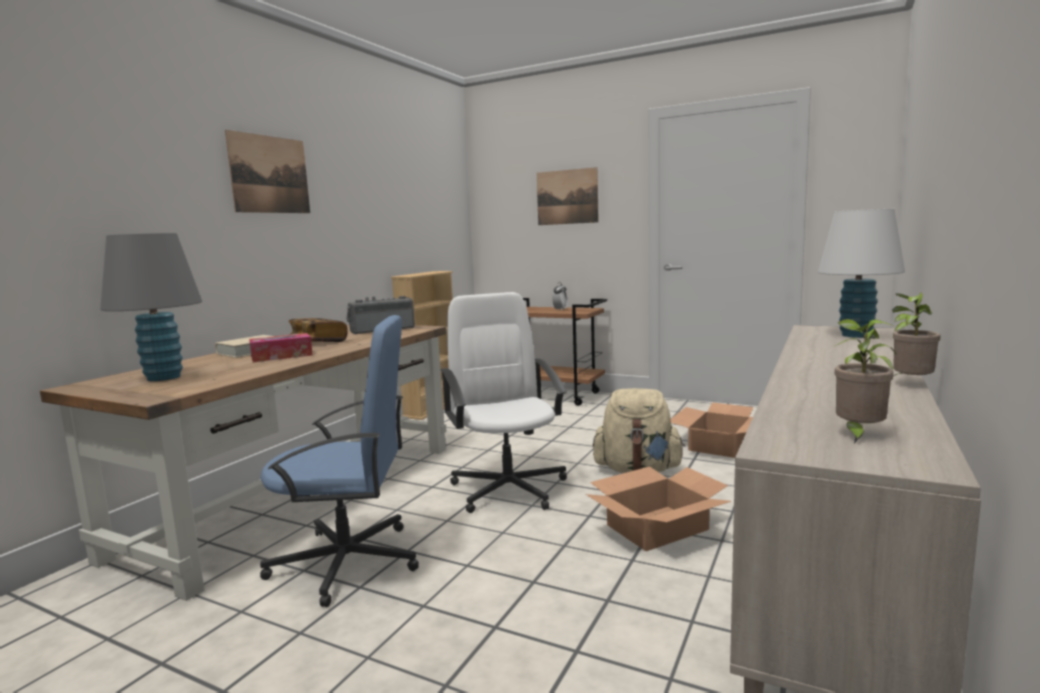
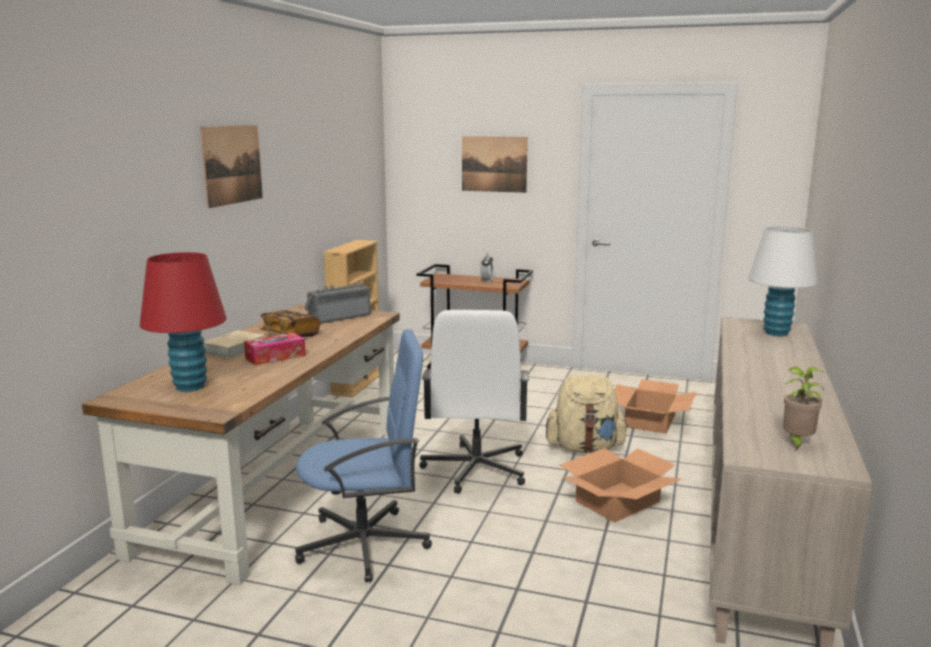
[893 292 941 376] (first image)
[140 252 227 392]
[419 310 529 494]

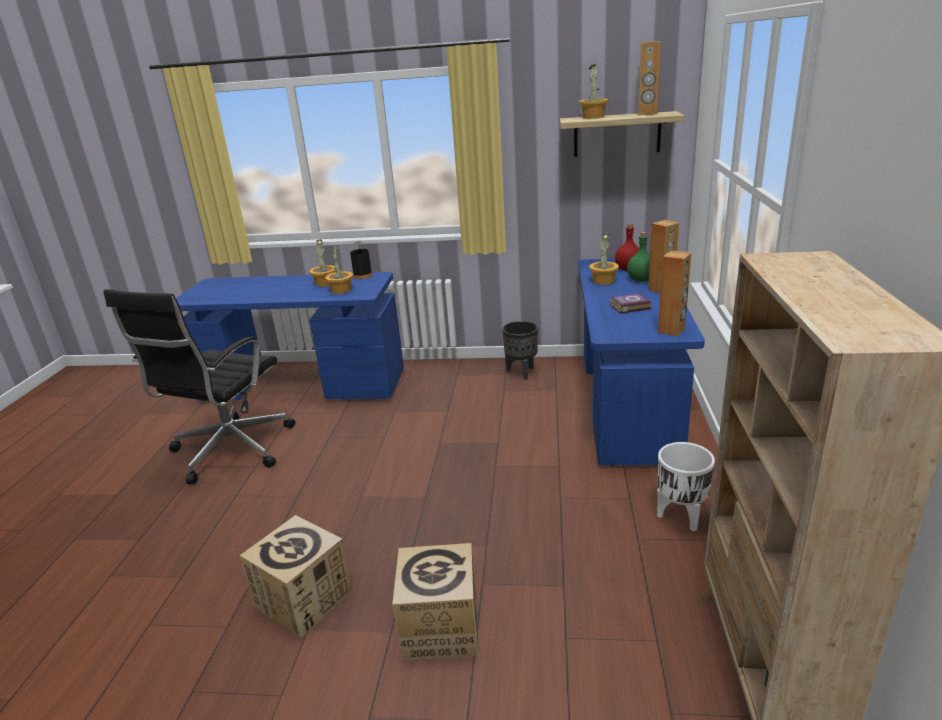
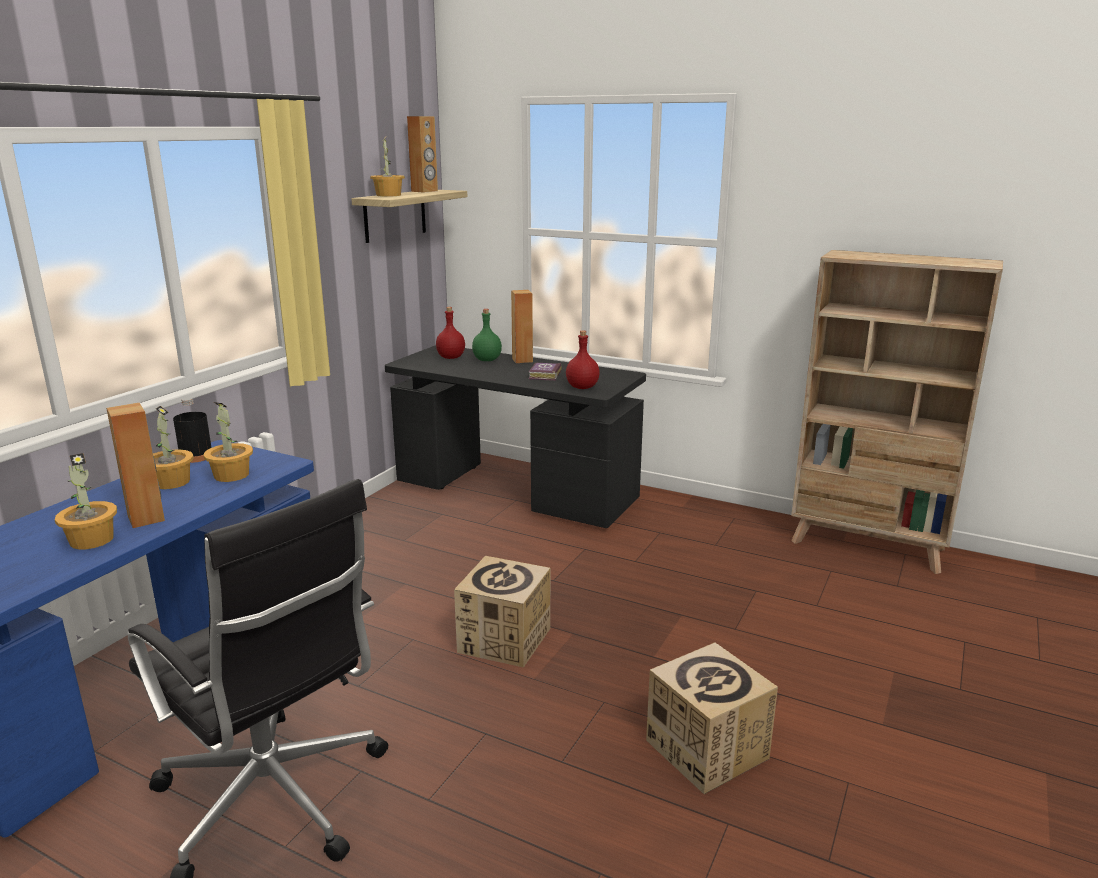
[502 321 538 380] (first image)
[657 442 715 531] (first image)
[566 331 600 389]
[454 556 550 667]
[55 453 117 549]
[106 403 165 528]
[385 345 646 528]

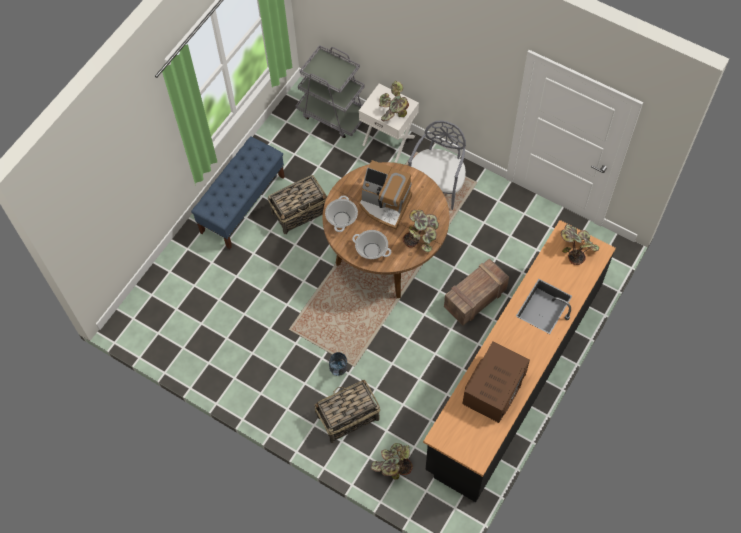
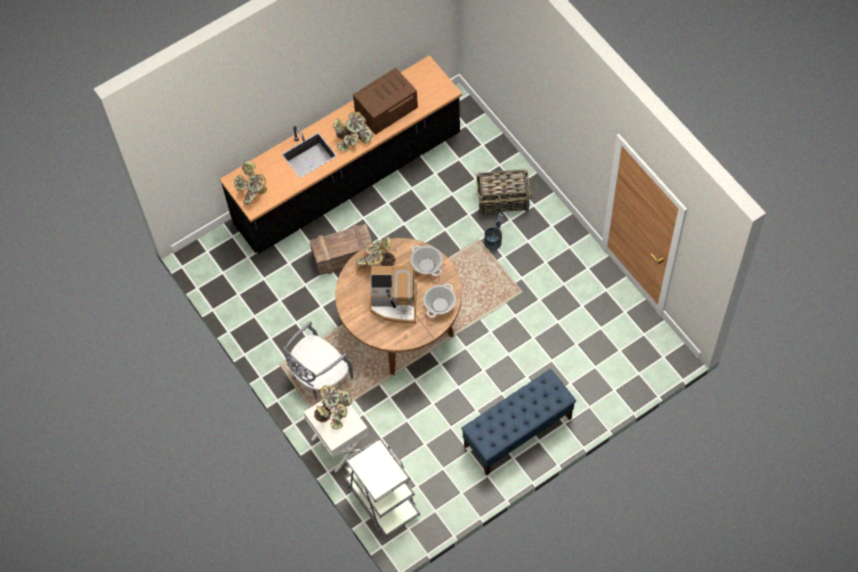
[268 175 327 234] (first image)
[333 112 373 152]
[370 266 417 323]

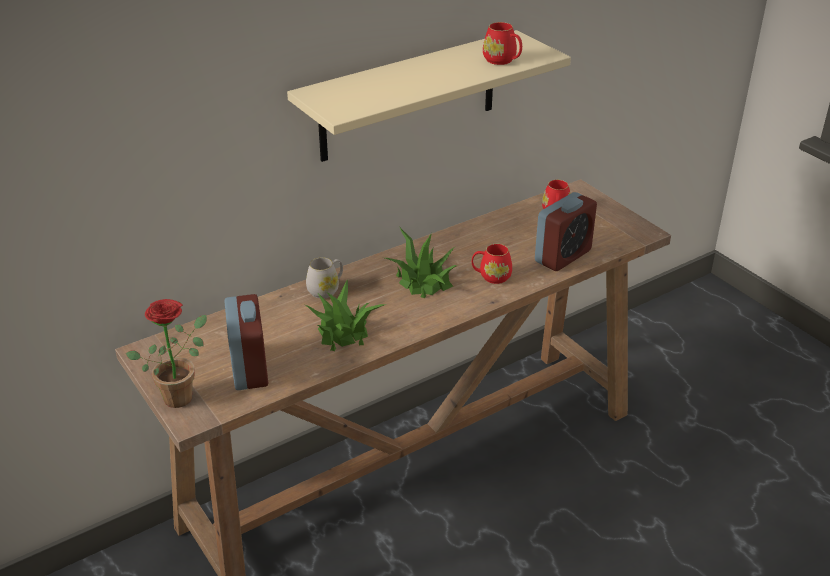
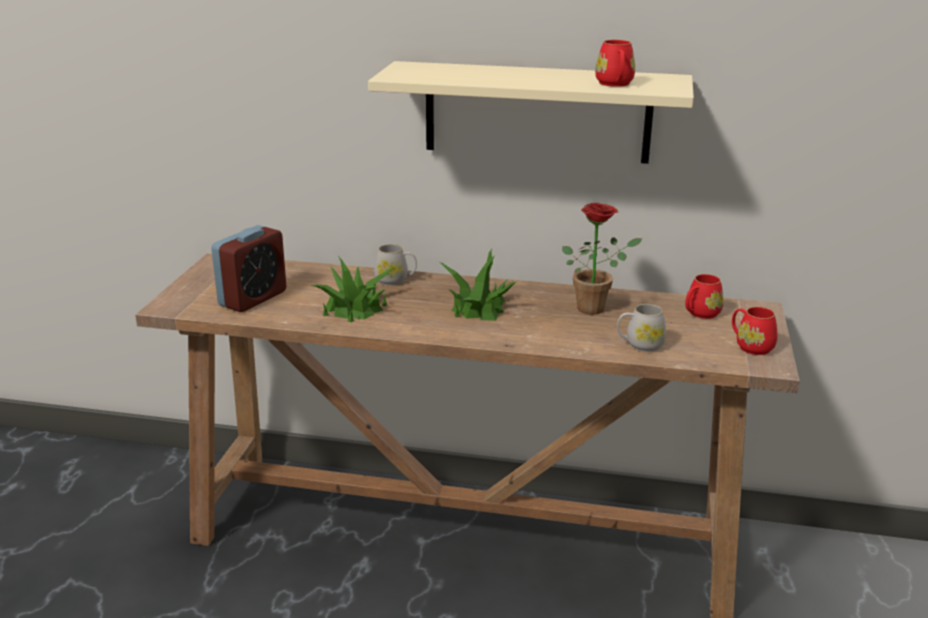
[562 203 642 315]
[732 307 778 355]
[617 304 666 352]

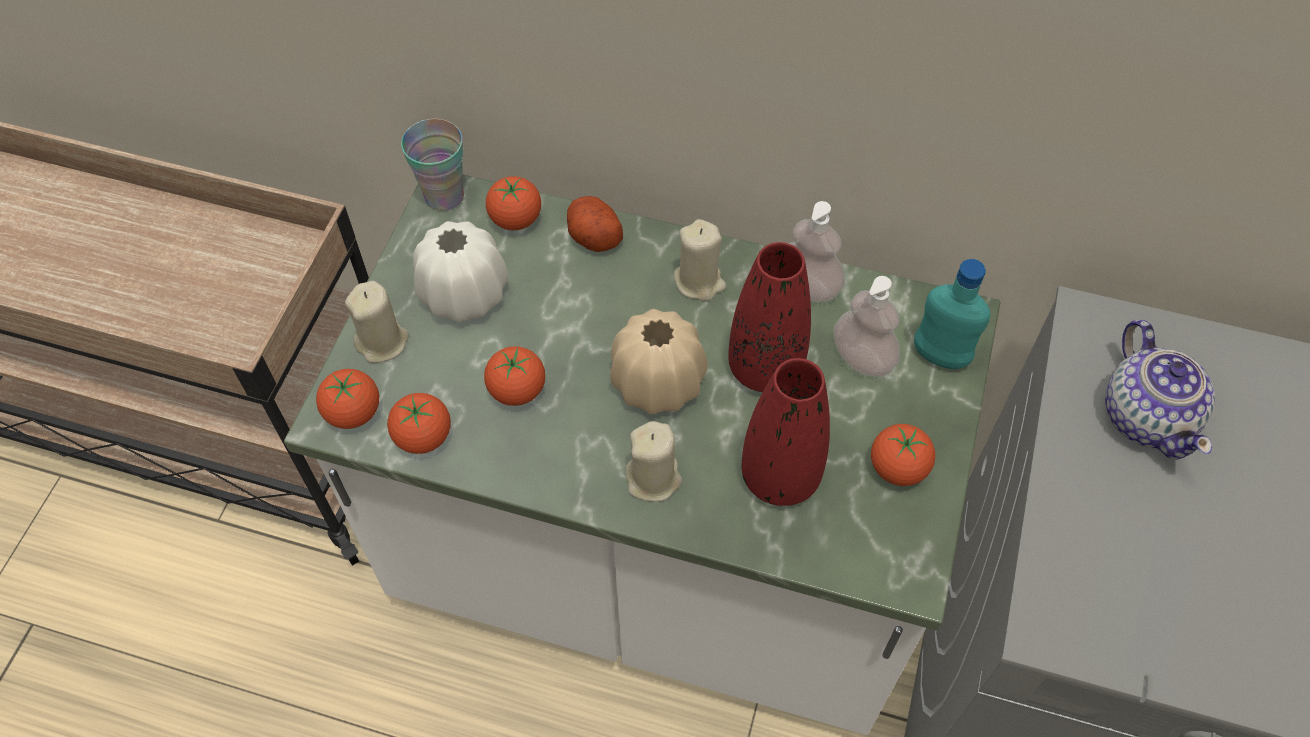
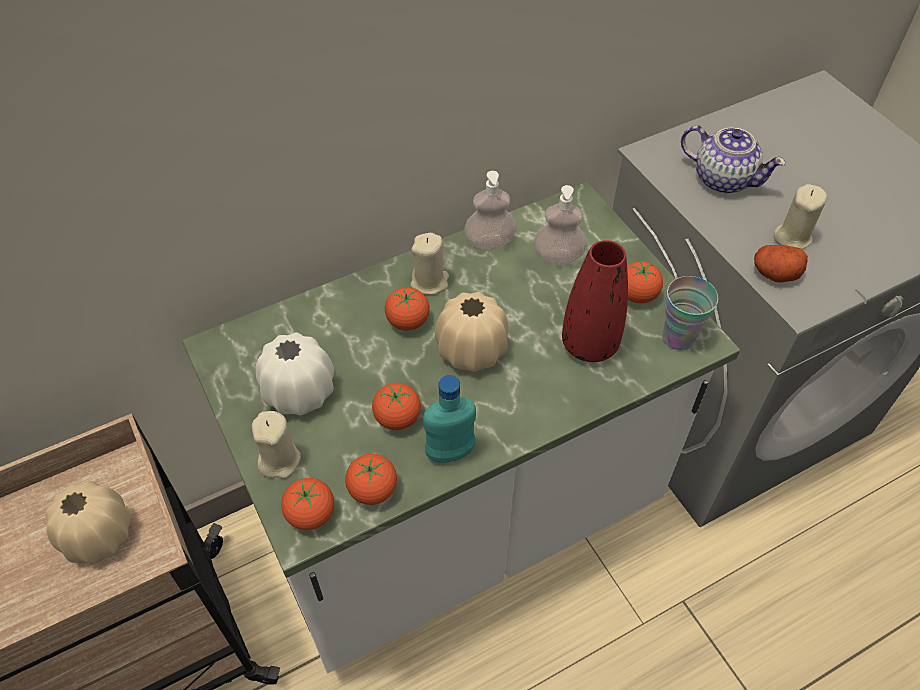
[728 242 811 392] (first image)
[45 481 132 565]
[662 276 718 351]
[385 287 430 331]
[754 245 808 283]
[774 184 827 249]
[423 375 476 462]

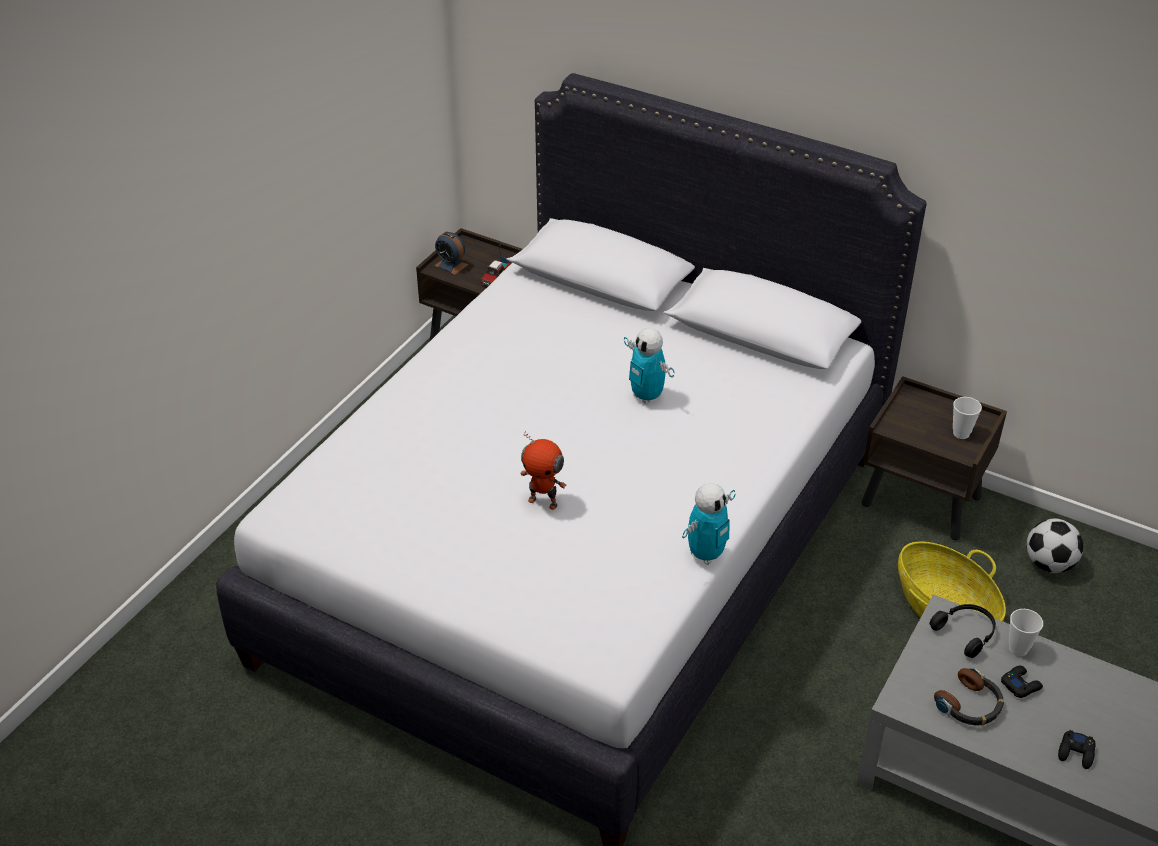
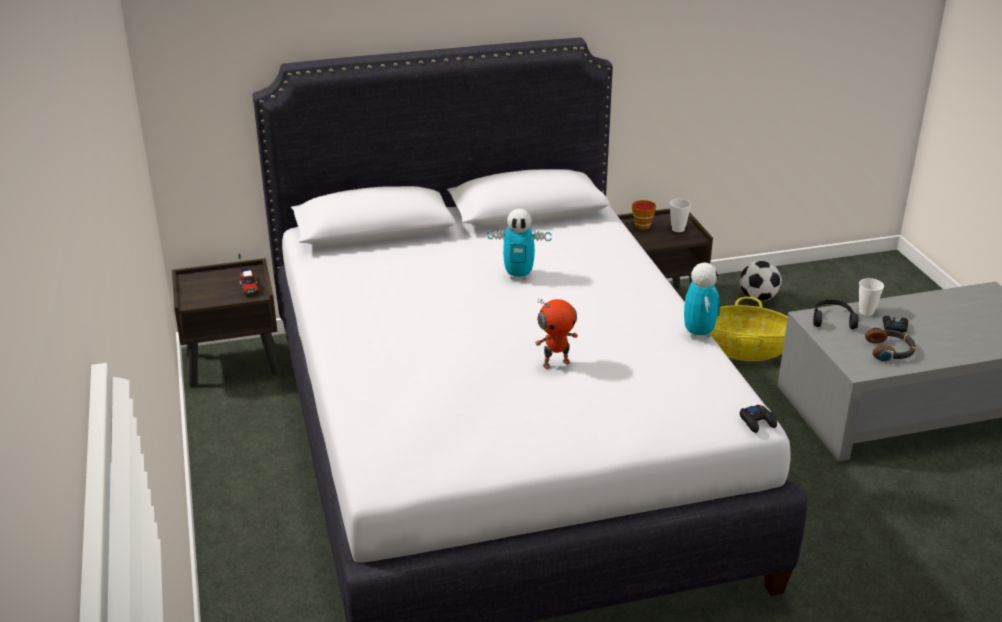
[434 232 468 275] (first image)
[632 200 656 230]
[739 404 777 433]

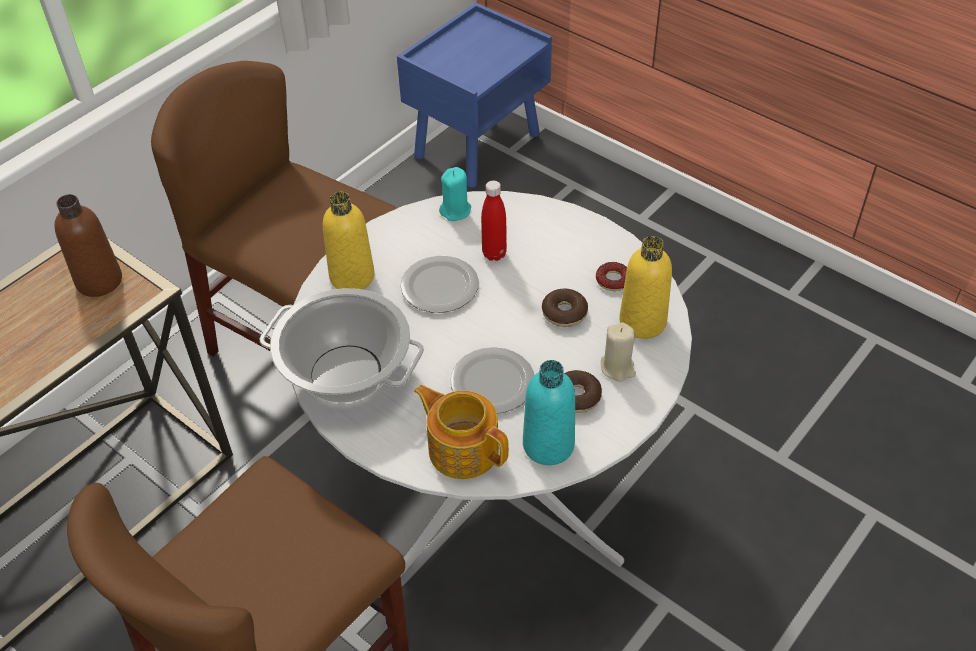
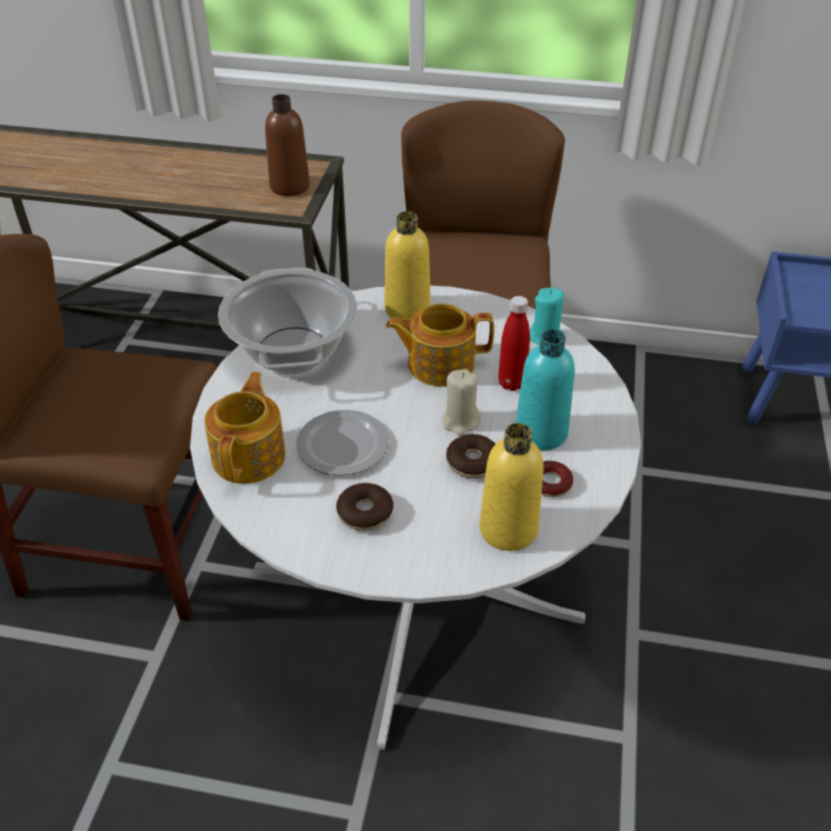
[515 329 575 450]
[443 369 481 436]
[385 303 494 387]

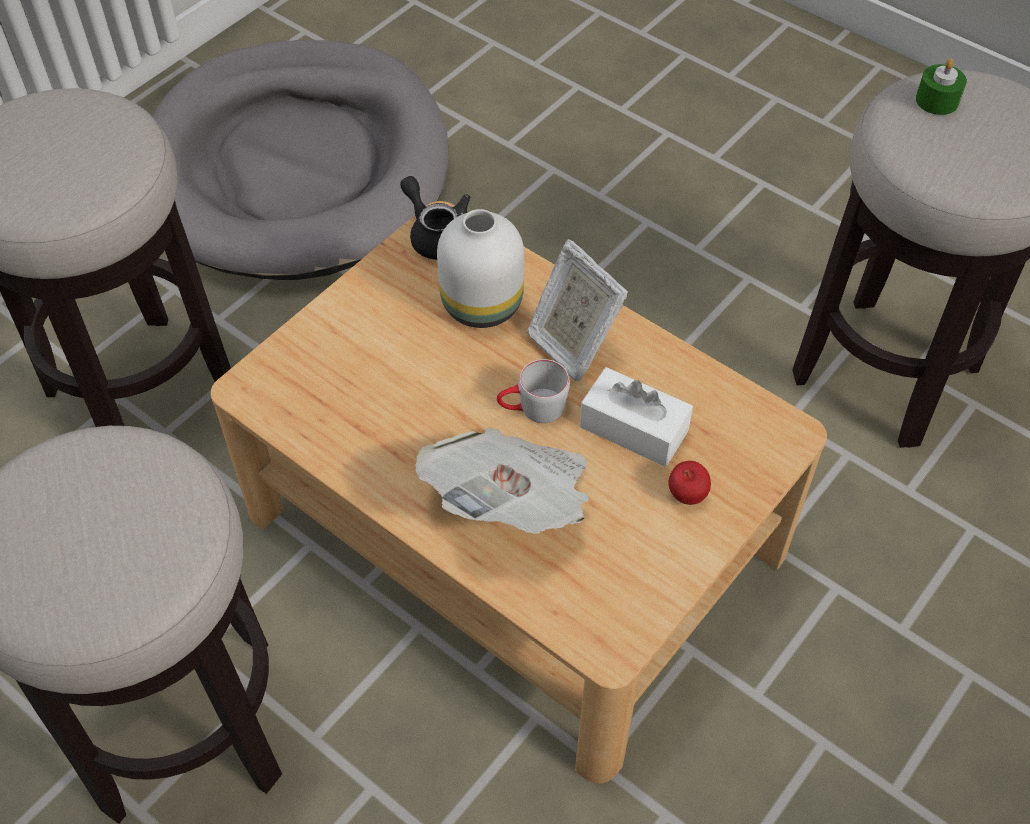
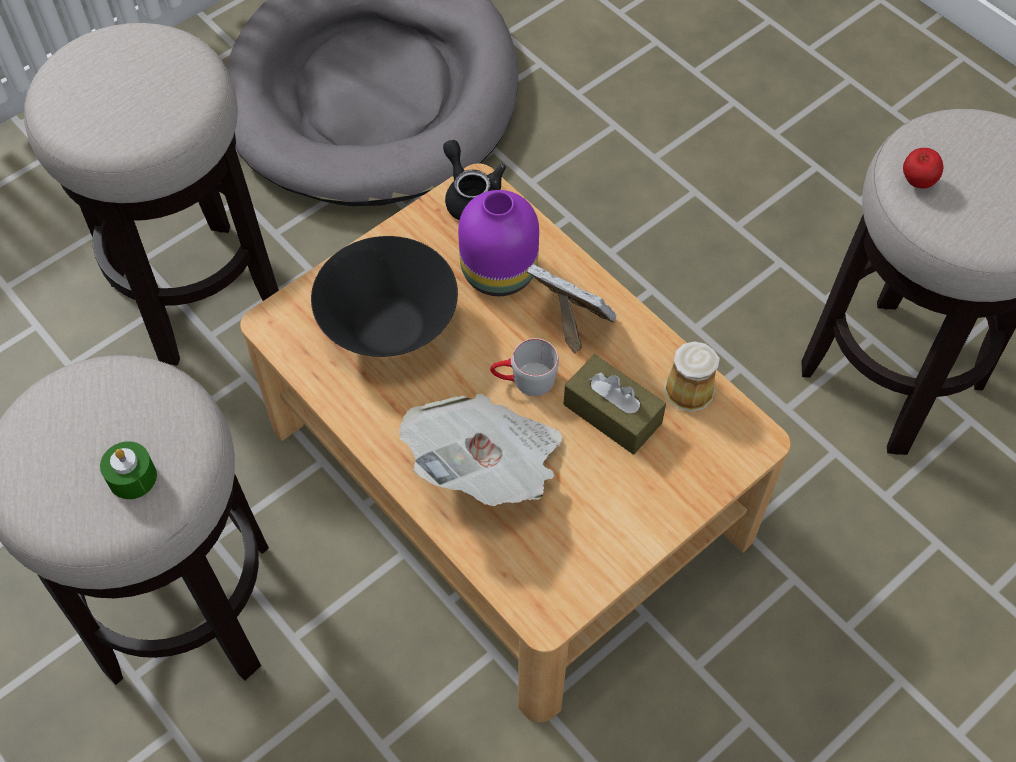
[311 236 458 357]
[664 341 720 412]
[903 148 943 189]
[100 441 157 499]
[458 190 539 296]
[564 354 666 454]
[527 264 616 354]

